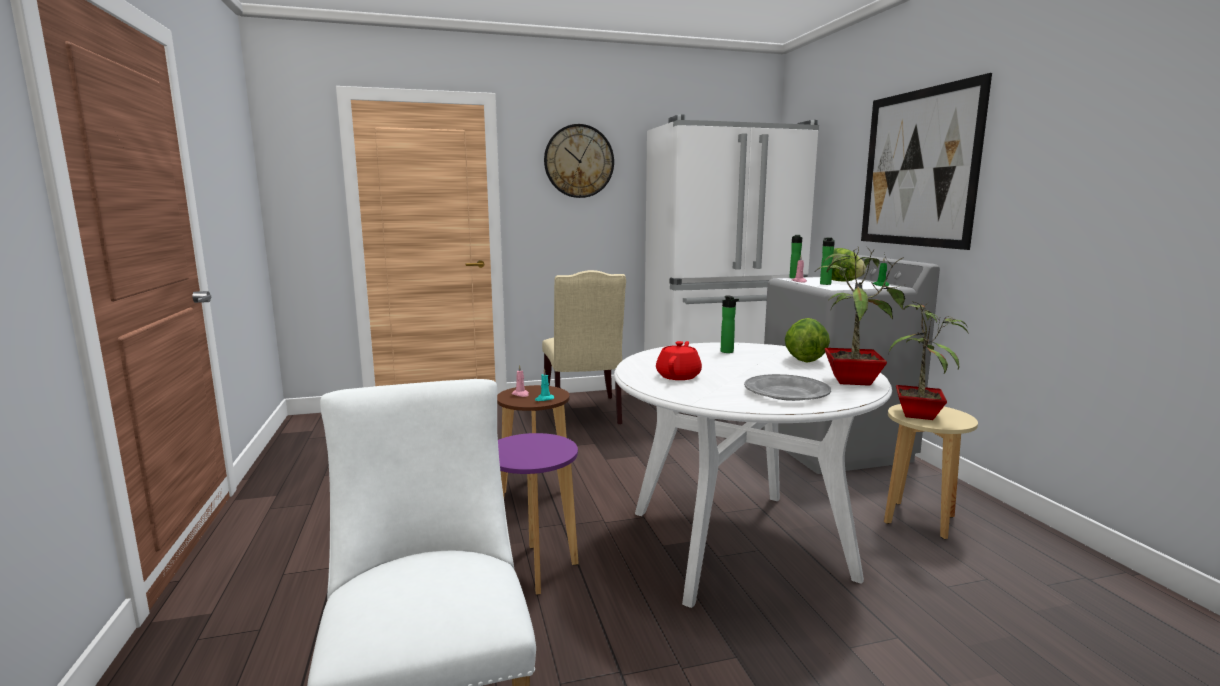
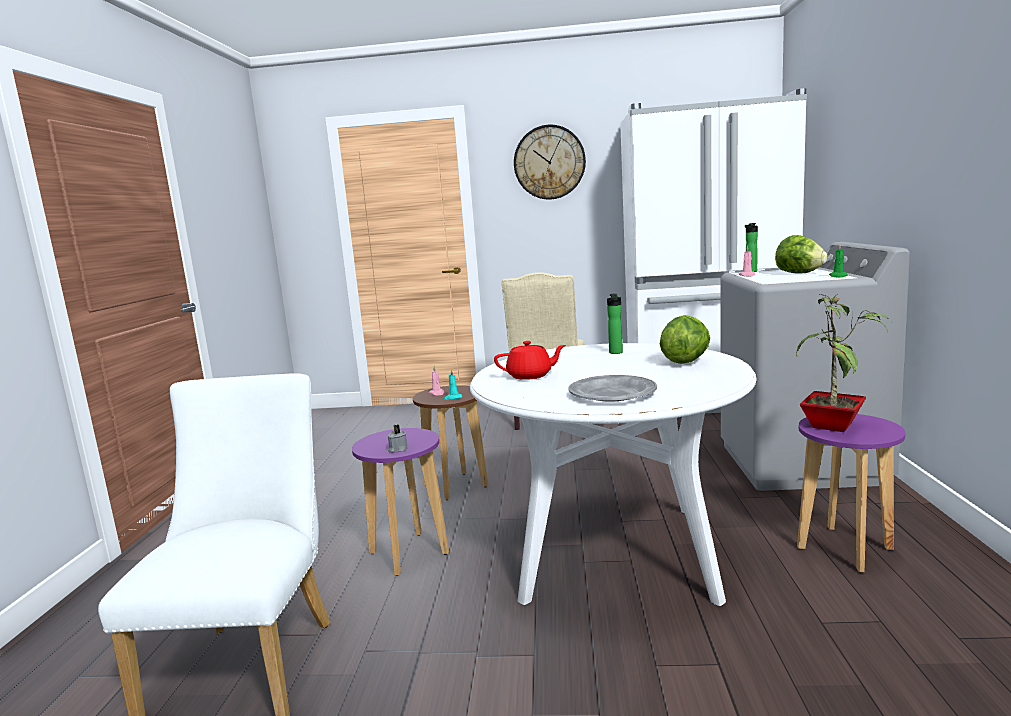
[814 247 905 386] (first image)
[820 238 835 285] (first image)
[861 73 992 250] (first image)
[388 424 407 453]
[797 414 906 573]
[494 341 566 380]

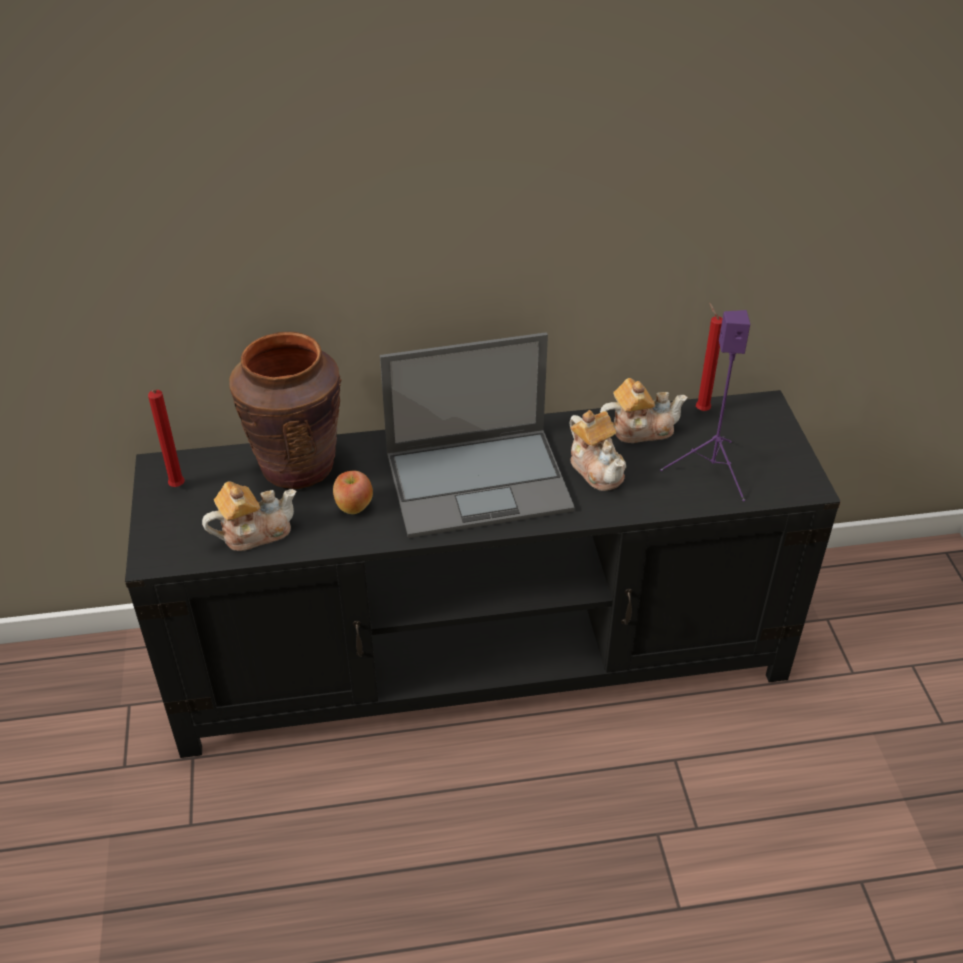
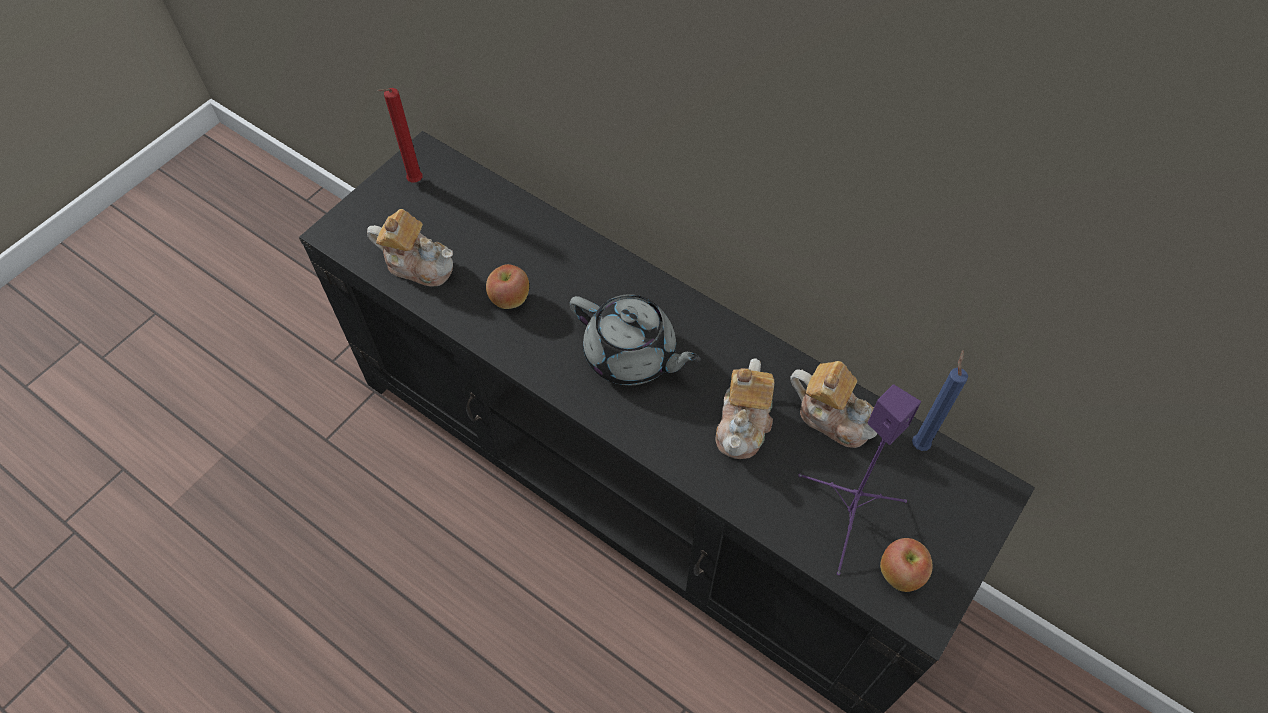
[229 332 342 489] (first image)
[880 538 932 592]
[570 294 701 385]
[912 350 968 451]

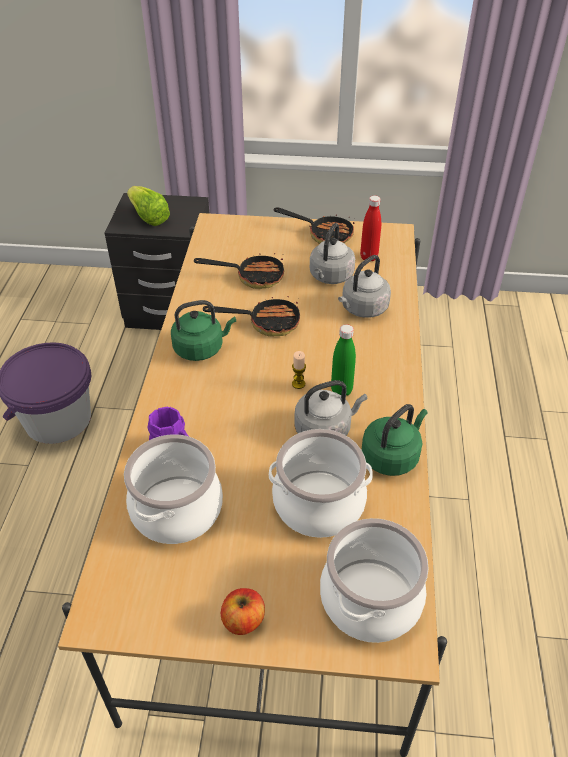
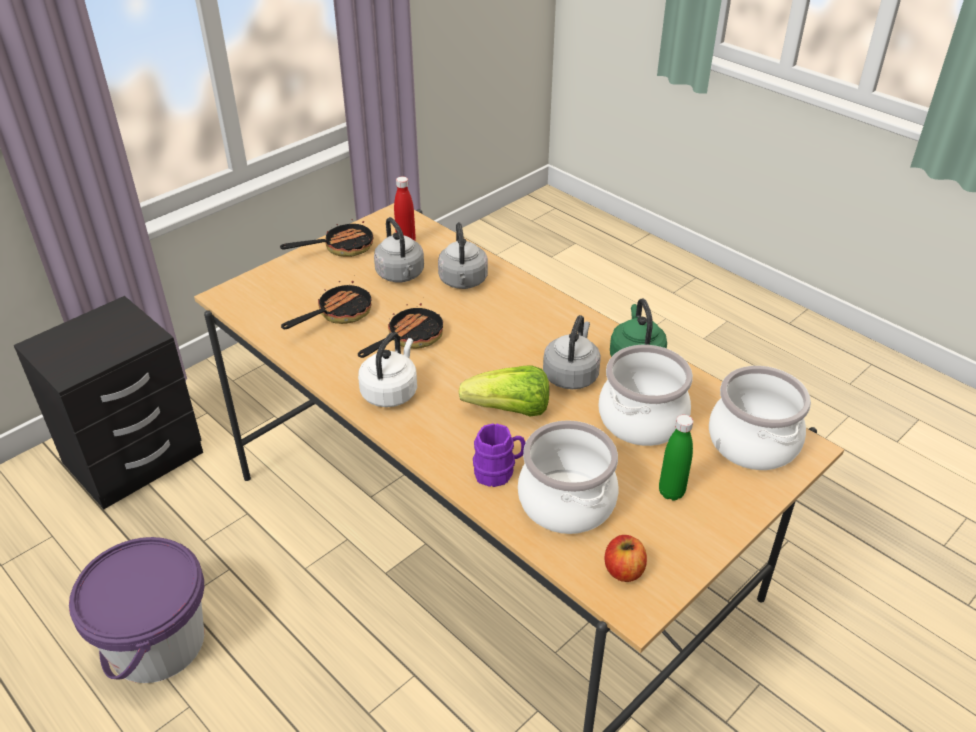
[292 351 306 389] (first image)
[459 365 549 416]
[605 535 647 582]
[659 415 693 501]
[358 332 417 407]

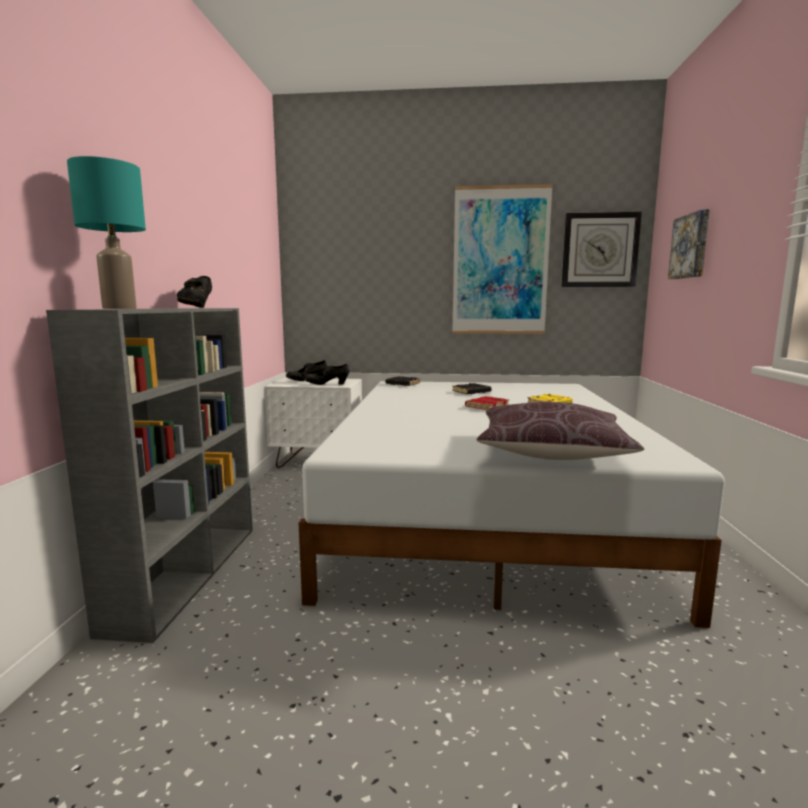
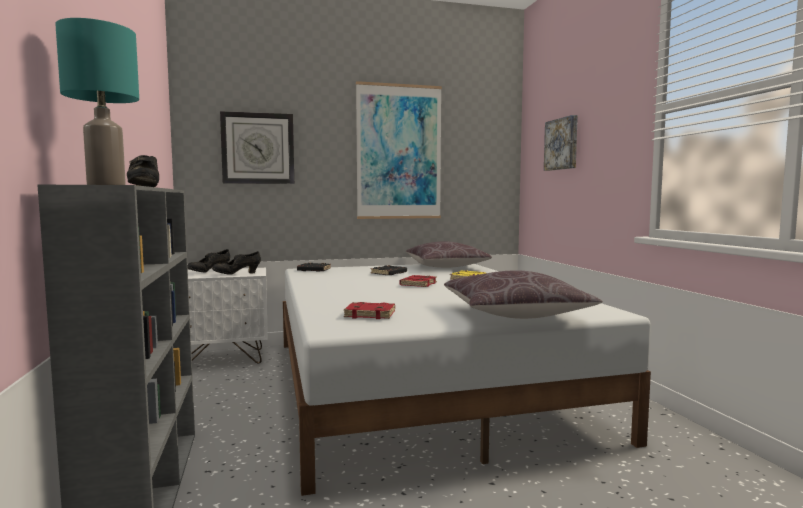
[344 302 395 319]
[406 242 492 268]
[220 111 294 184]

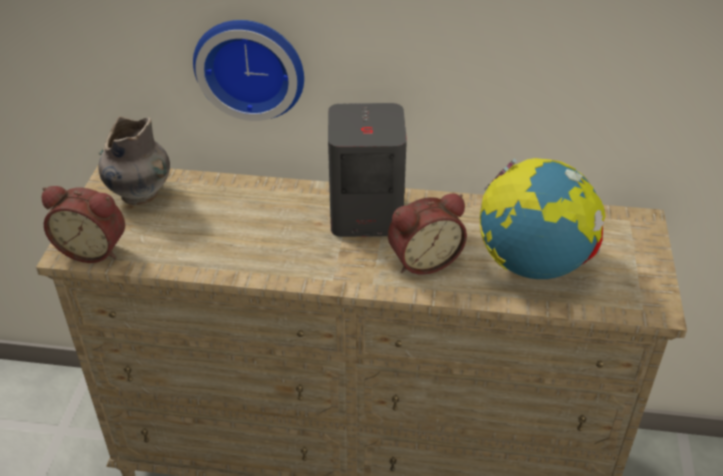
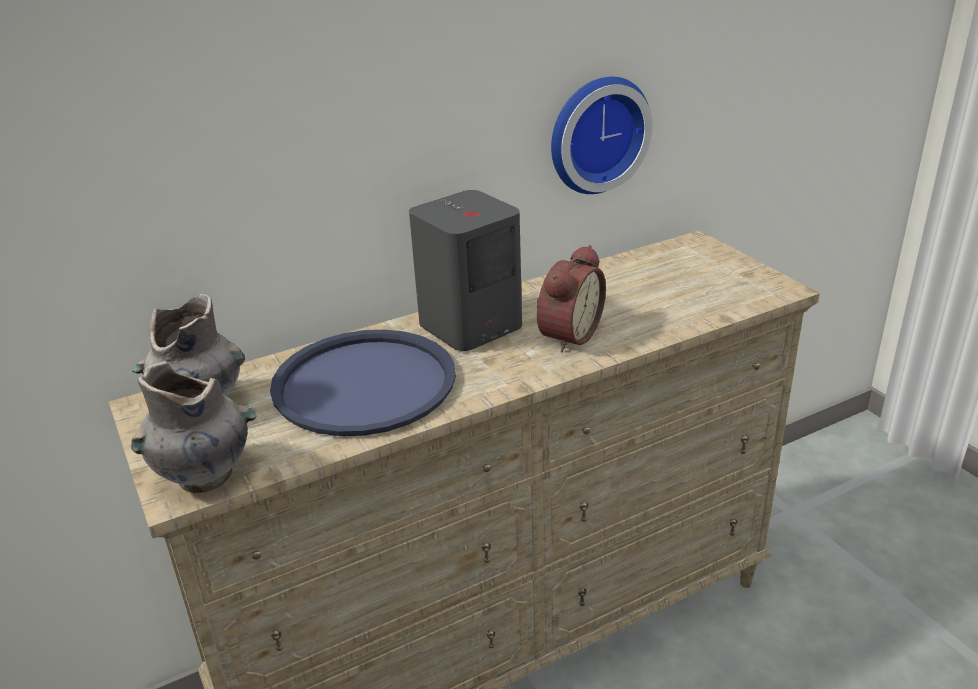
[480 158 605 279] (first image)
[270 330 456 436]
[551 77 653 194]
[131 361 257 493]

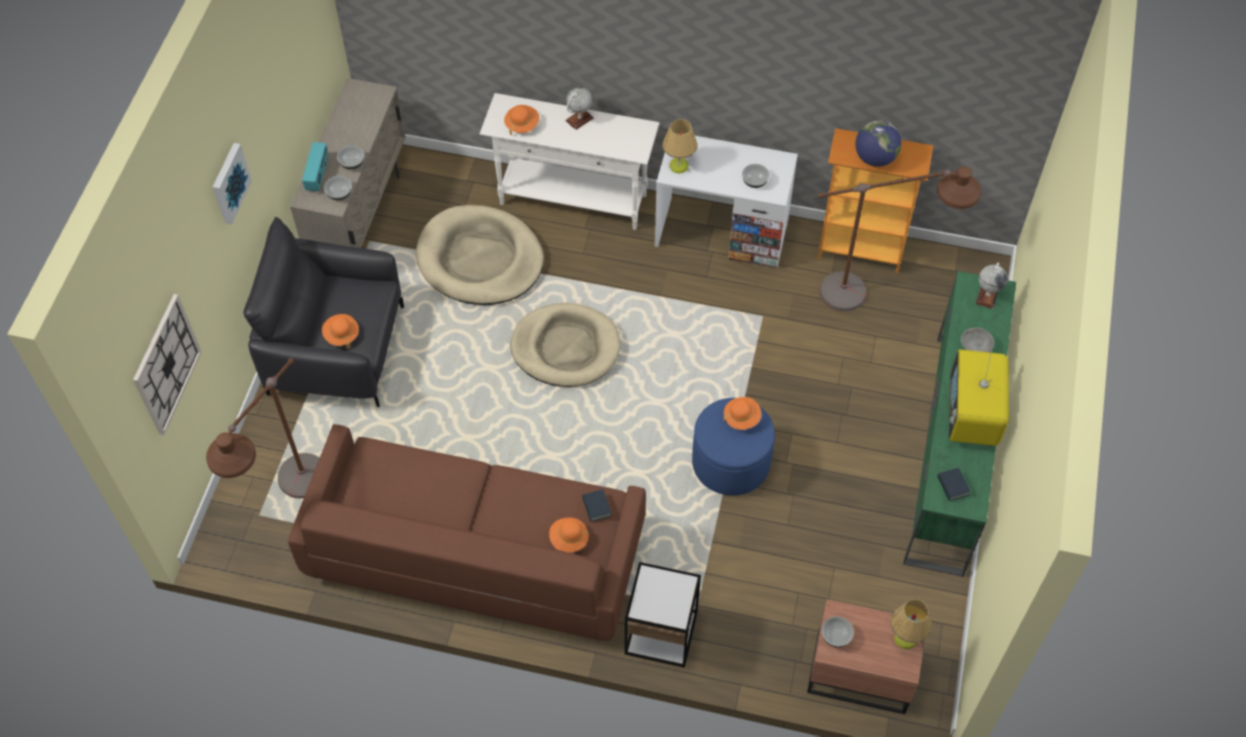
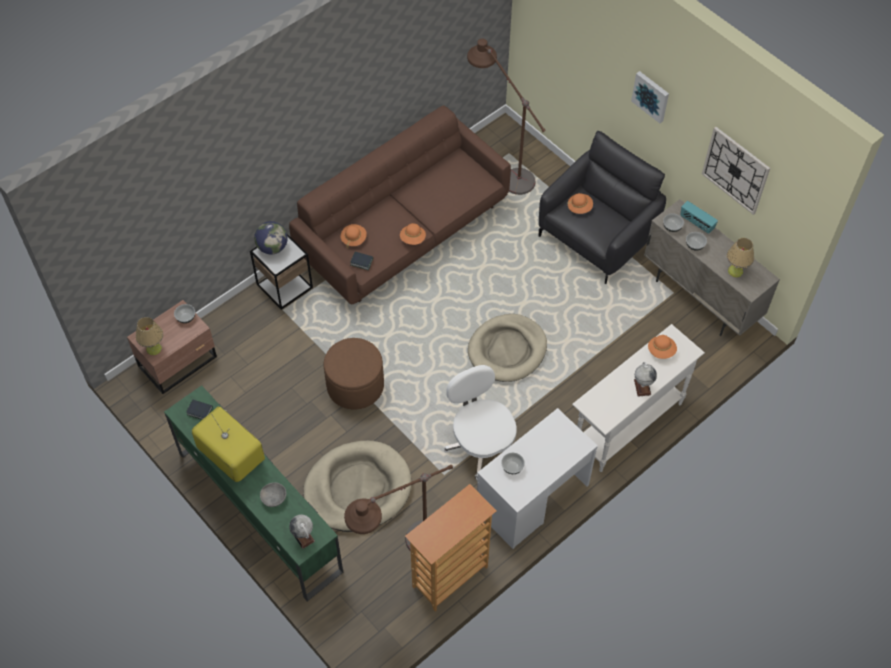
[444 365 517 481]
[702 127 770 215]
[304 441 411 532]
[727 238 754 277]
[400 223 426 245]
[254 221 288 254]
[323 338 384 409]

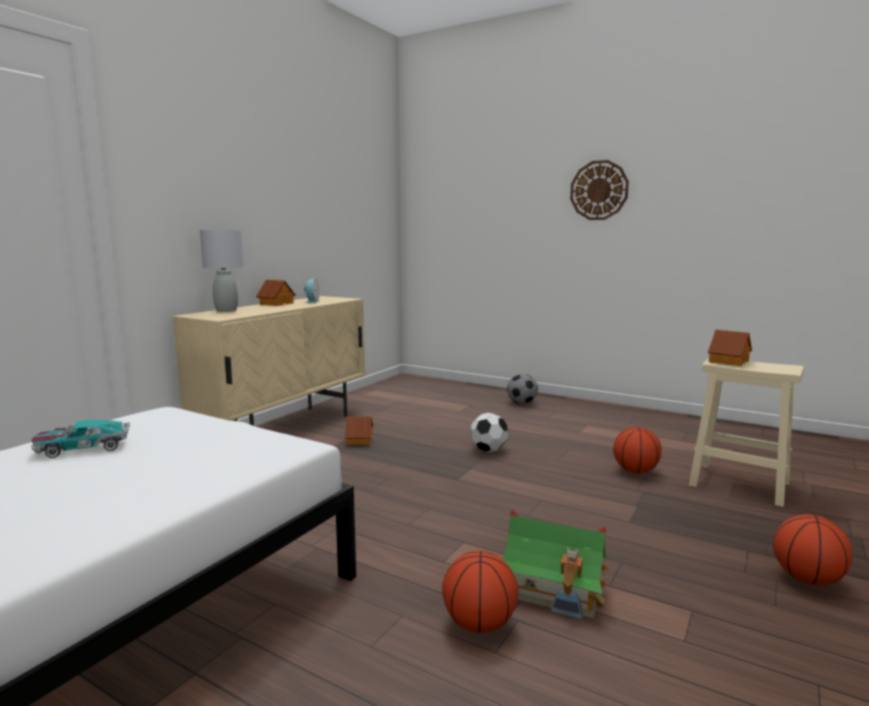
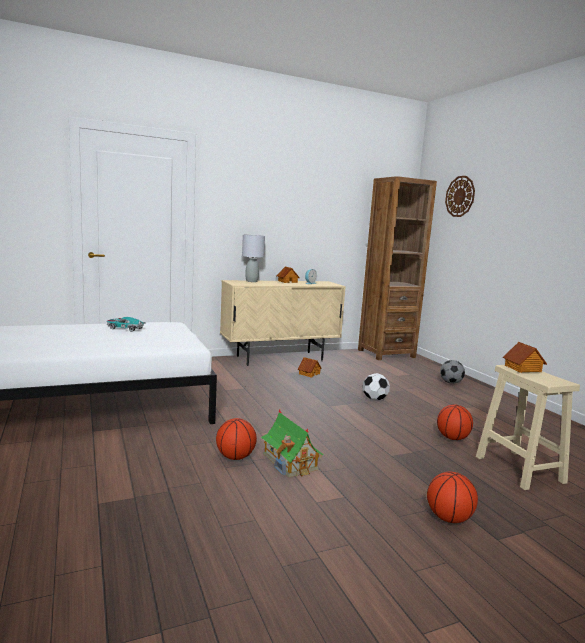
[358 176 437 360]
[445 176 475 217]

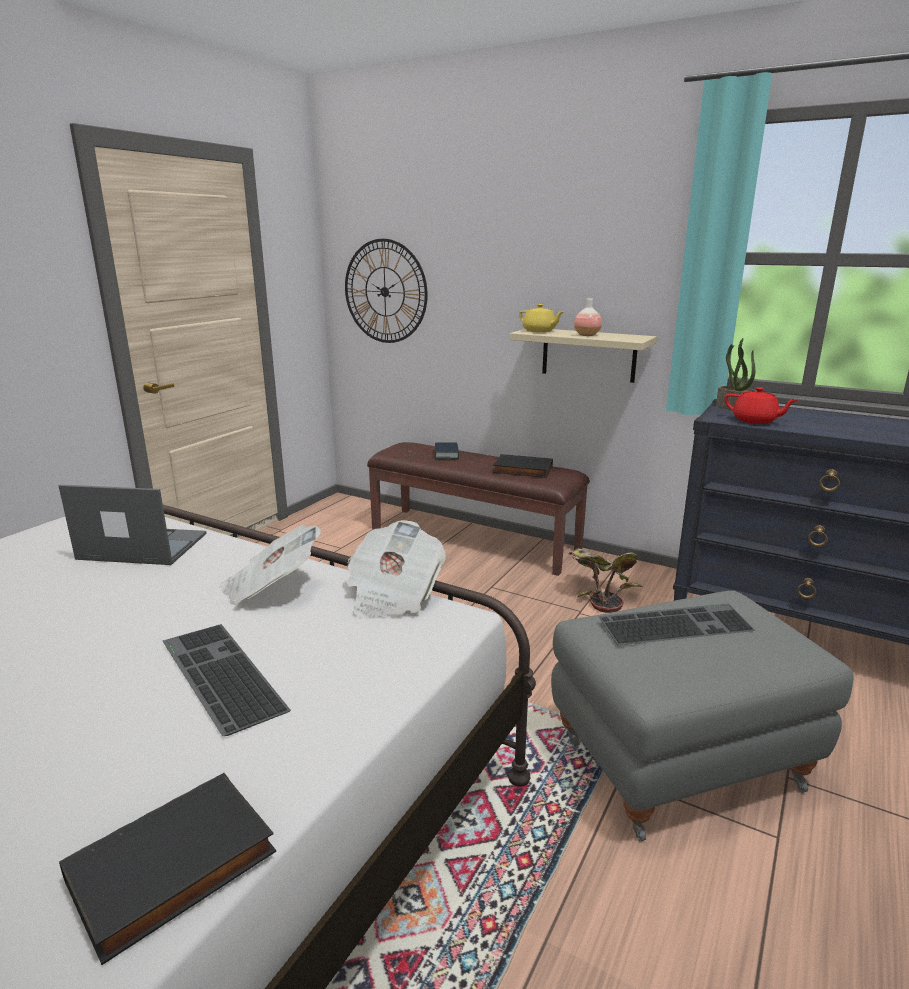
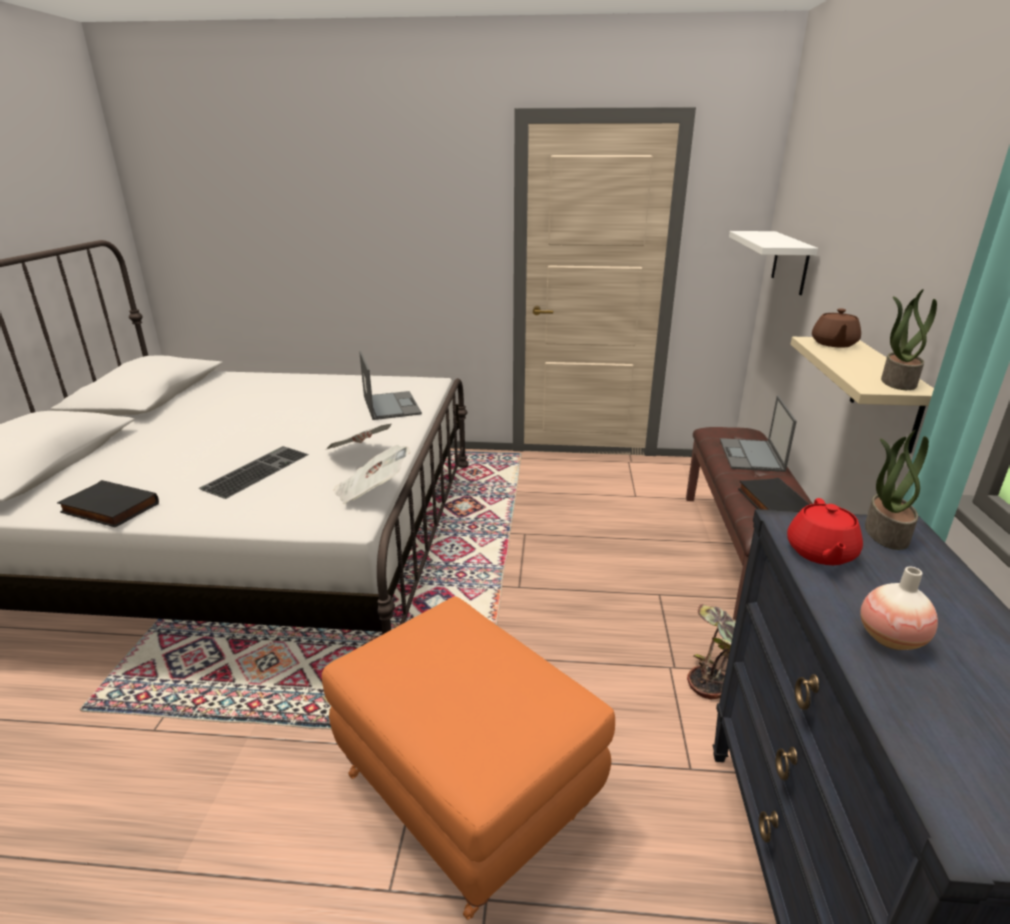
[599 603 756 645] (first image)
[881 289 937 390]
[860 566 938 650]
[729 231 818 295]
[720 396 797 472]
[812 308 861 348]
[322 596 615 920]

